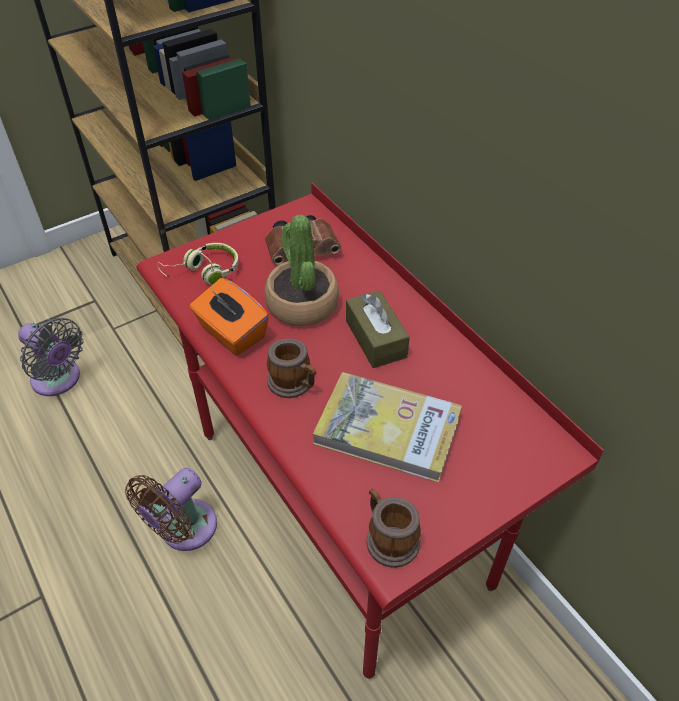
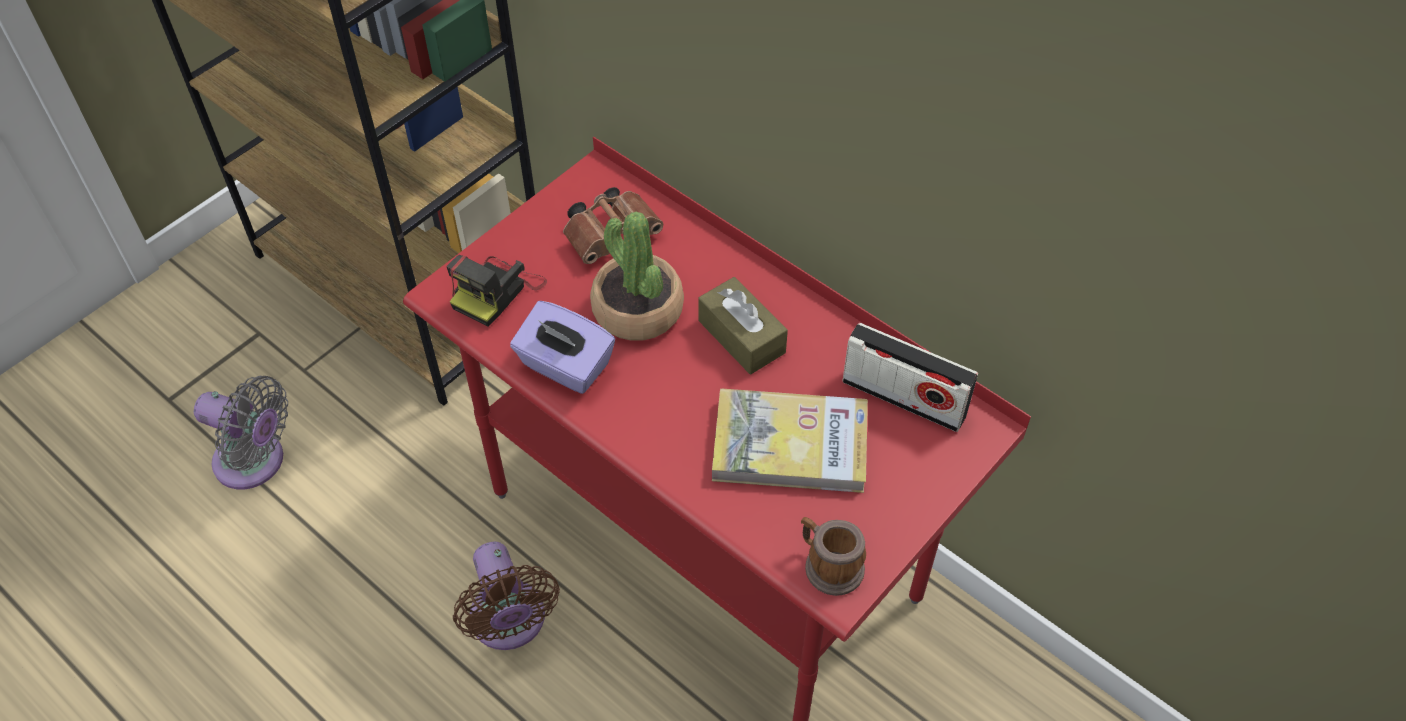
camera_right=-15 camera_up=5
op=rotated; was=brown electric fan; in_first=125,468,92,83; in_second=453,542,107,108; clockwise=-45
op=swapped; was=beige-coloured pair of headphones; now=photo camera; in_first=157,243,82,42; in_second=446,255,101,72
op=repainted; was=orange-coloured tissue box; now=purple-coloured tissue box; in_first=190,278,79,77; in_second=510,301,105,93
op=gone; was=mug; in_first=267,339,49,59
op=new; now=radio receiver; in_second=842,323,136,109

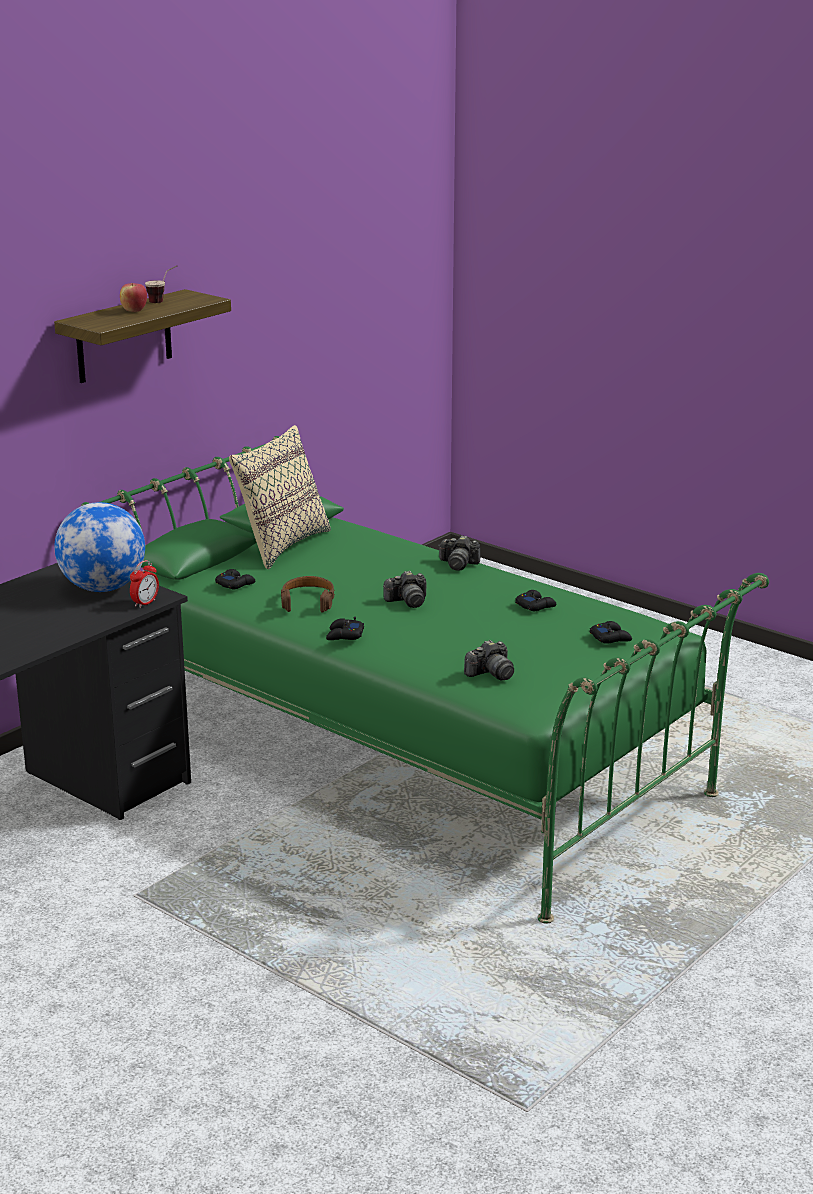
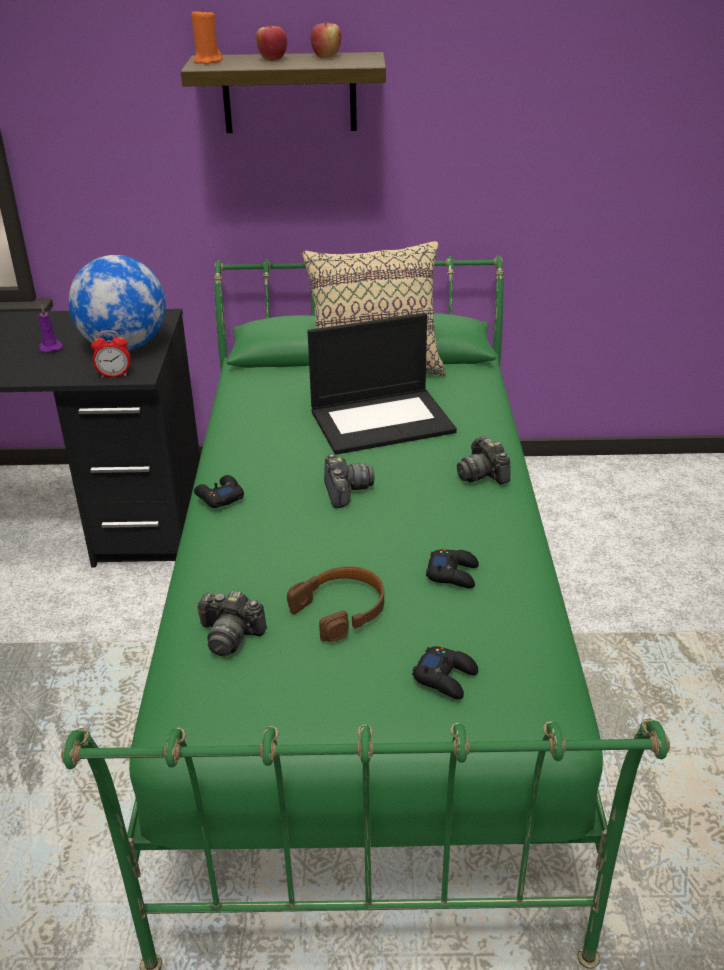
camera_right=50 camera_up=10
op=swapped; was=cup; now=apple fruit; in_first=145,265,32,38; in_second=311,22,30,36
op=gone; was=black-coloured joypad; in_first=215,569,40,20
op=shifted; was=brown pair of headphones; in_first=281,576,53,37; in_second=287,566,97,76
op=rotated; was=photo camera; in_first=383,571,44,37; in_second=324,454,50,54; clockwise=-135
op=new; now=purple-coloured wax candle; in_second=39,306,24,47
op=new; now=orange-coloured wax candle; in_second=191,8,31,56
op=new; now=portable computer; in_second=307,313,150,142

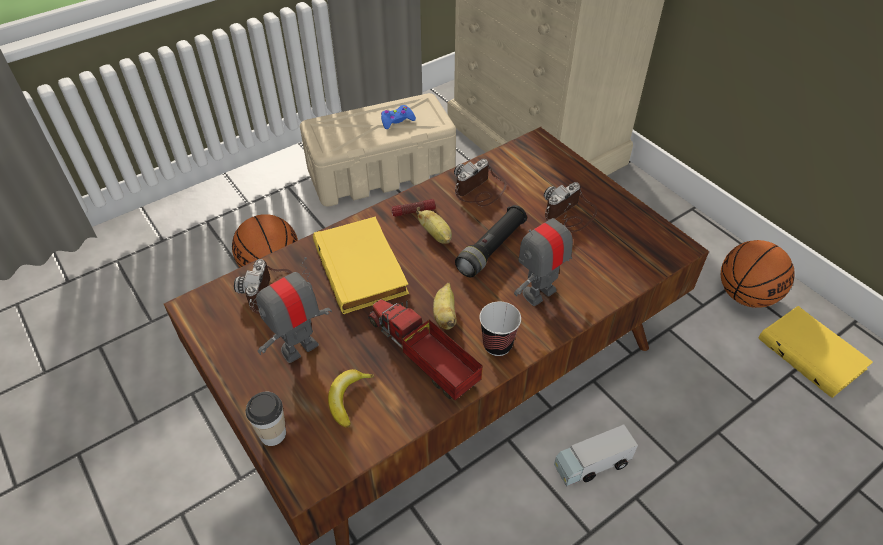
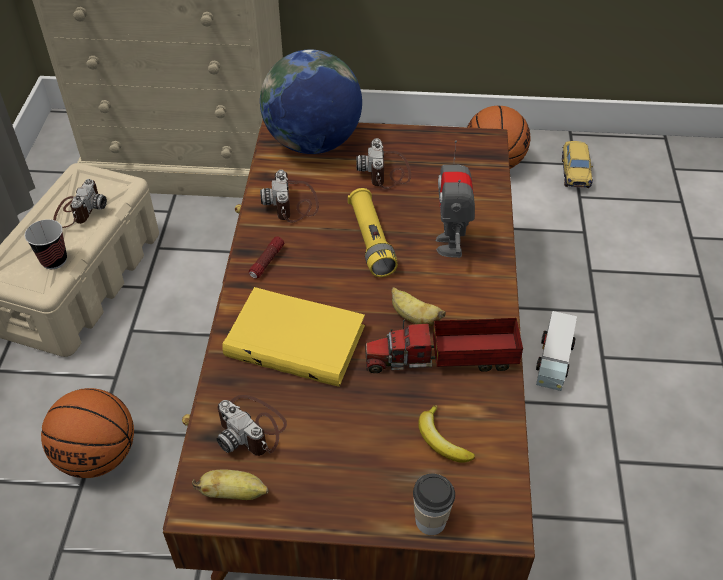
camera_right=-50 camera_up=0
op=gone; was=model robot; in_first=252,257,80,106
op=swapped; was=bluish joypad; now=photo camera; in_first=381,105,35,24; in_second=53,179,54,49
op=shifted; was=whole banana; in_first=416,207,36,37; in_second=192,470,77,30
op=repainted; was=black-coloured torch; now=yellow-coloured torch; in_first=455,205,72,72; in_second=348,188,50,89
op=shifted; was=cup; in_first=479,301,42,55; in_second=25,219,42,50
op=swapped; was=yellow-coloured bound book; now=miniature car; in_first=758,306,115,92; in_second=562,141,31,47
op=new; now=world globe; in_second=260,49,102,105

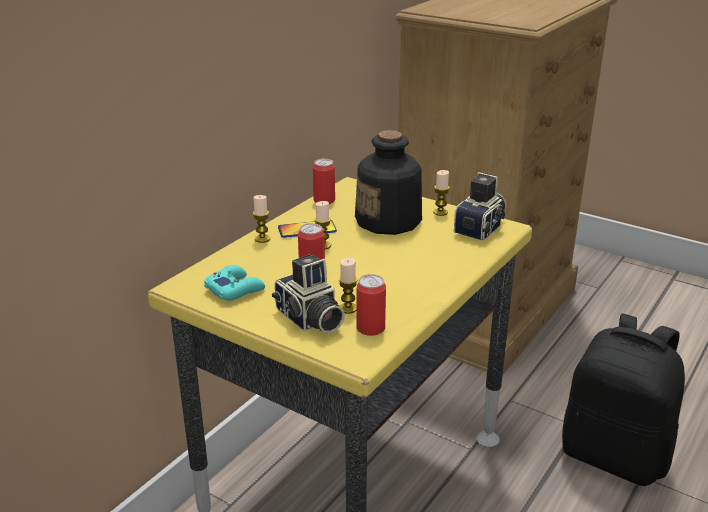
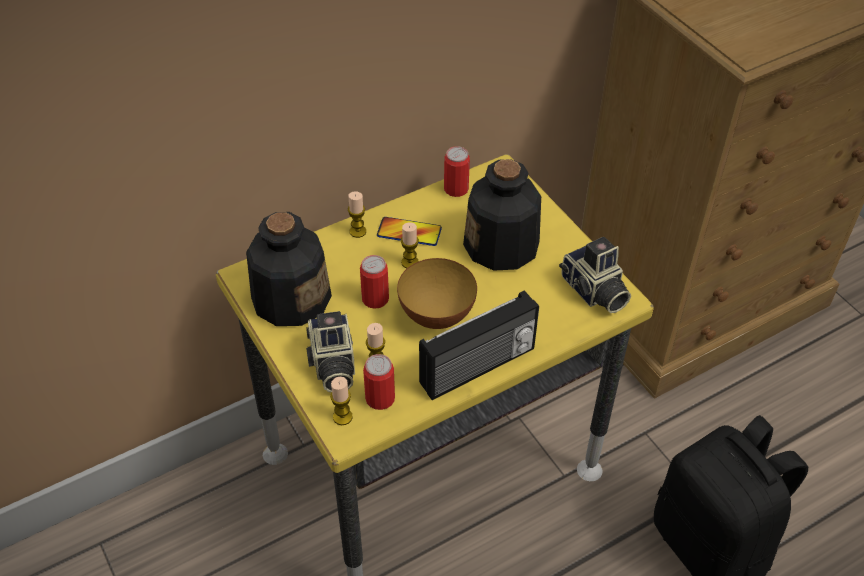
camera_right=25 camera_up=20
op=swapped; was=turquoise joypad; now=drink bottle; in_first=204,265,61,36; in_second=246,212,86,114
op=shifted; was=wax candle; in_first=433,170,17,46; in_second=330,377,23,48
op=rotated; was=photo camera; in_first=454,172,52,68; in_second=559,237,72,76; clockwise=90
op=new; now=deep dish; in_second=397,258,80,71
op=new; now=radio receiver; in_second=419,290,120,110

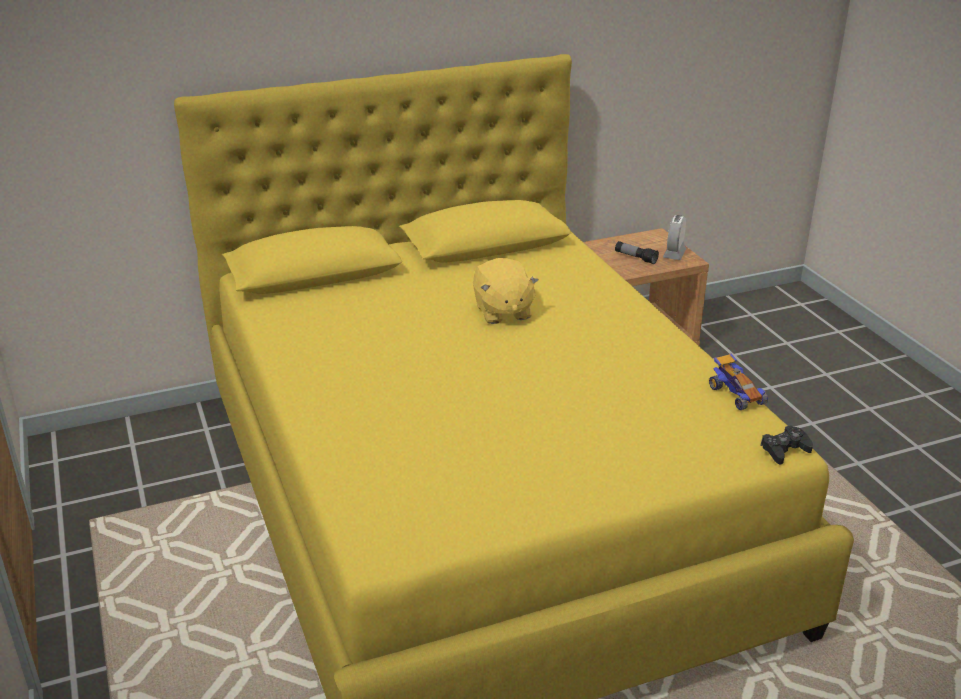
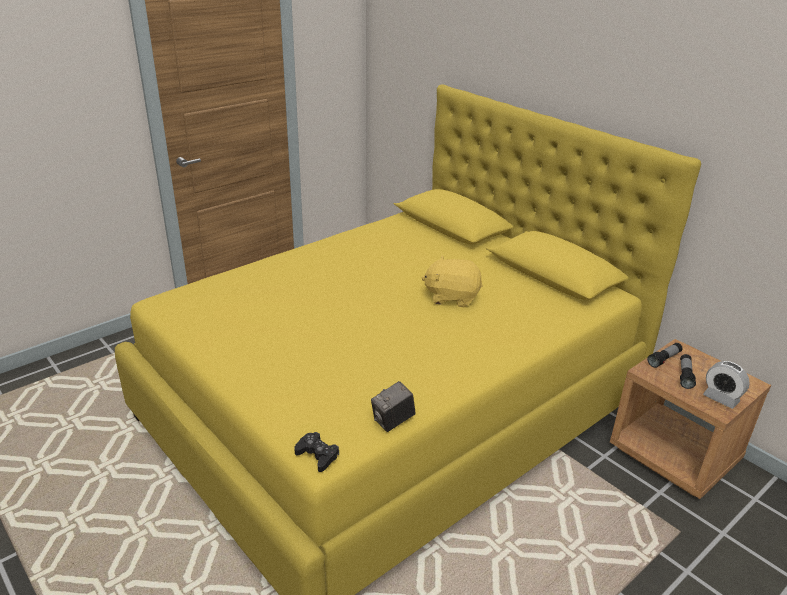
camera_right=70 camera_up=0
op=rotated; was=yellow-coloured soft toy; in_first=473,258,66,66; in_second=422,256,61,51; clockwise=45
op=rotated; was=alarm clock; in_first=663,215,23,45; in_second=703,361,47,48; clockwise=-135
op=swapped; was=miniature car; now=photo camera; in_first=709,354,59,56; in_second=371,381,45,51
op=new; now=torch; in_second=647,343,36,25

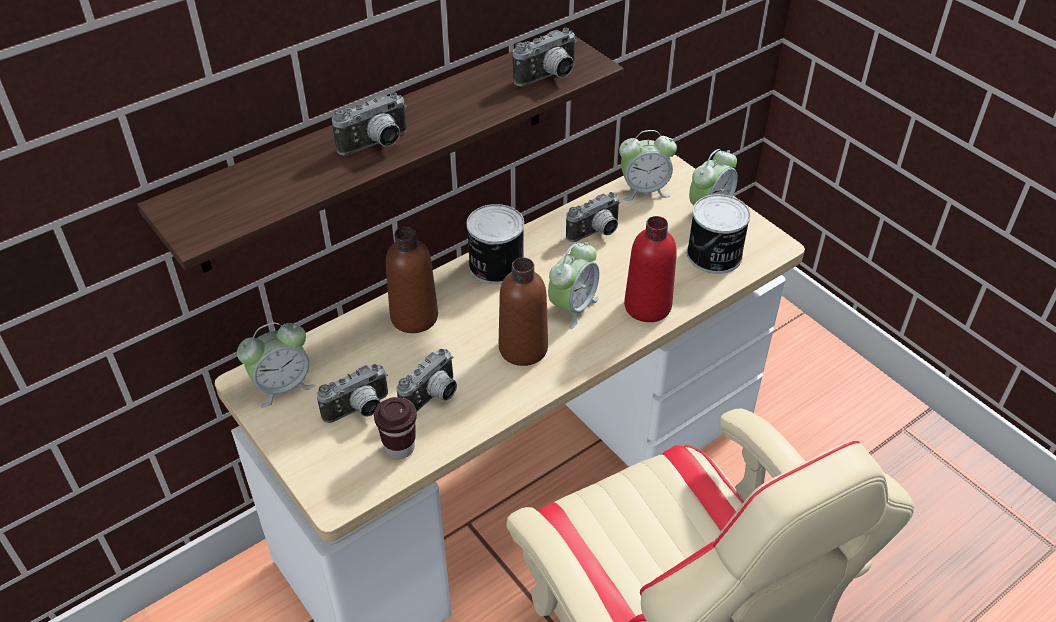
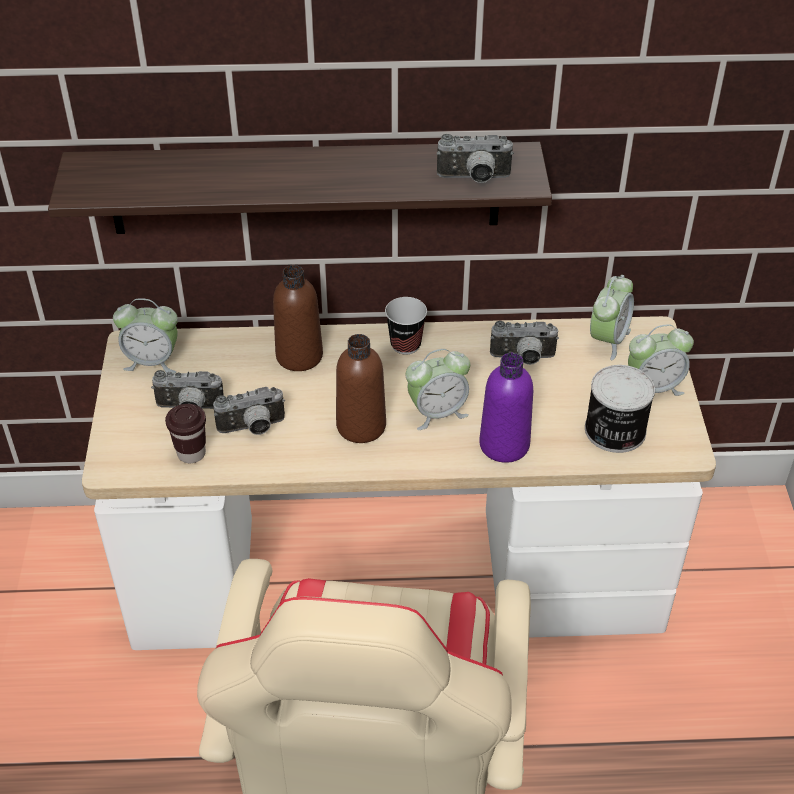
camera_right=35 camera_up=0
op=gone; was=photo camera; in_first=332,92,75,63
op=swapped; was=can; now=cup; in_first=466,204,58,81; in_second=385,297,42,57
op=rotated; was=alarm clock; in_first=619,130,58,71; in_second=590,275,44,85; clockwise=-90
op=repainted; was=reddish drink bottle; now=purple-coloured drink bottle; in_first=624,216,53,106; in_second=479,353,54,110

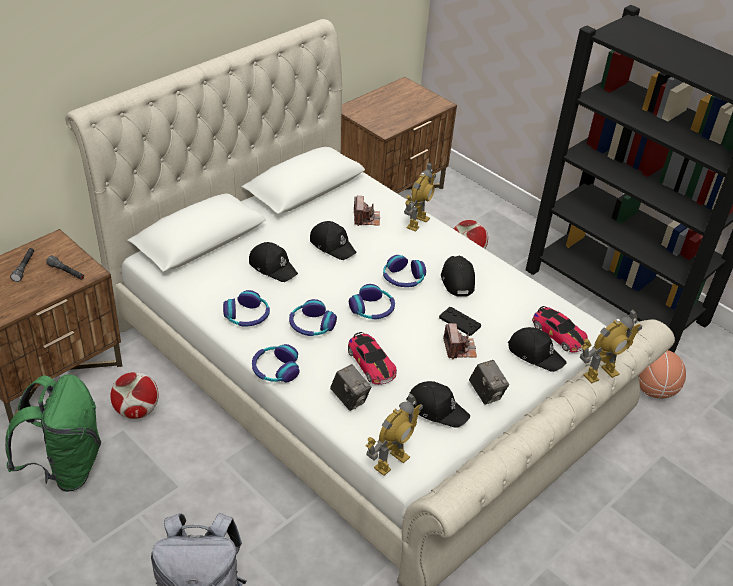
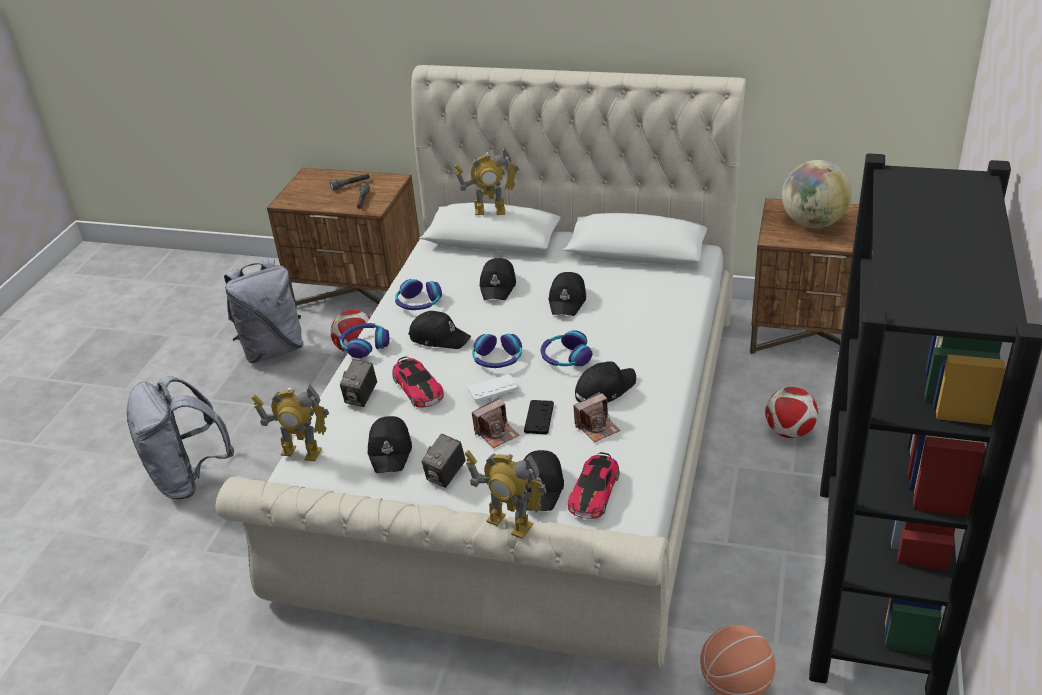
camera_right=65 camera_up=-5
op=repainted; was=greenish rucksack; now=grey rucksack; in_first=5,374,96,118; in_second=224,259,80,104
op=swapped; was=pair of headphones; now=black-coloured baseball cap; in_first=289,299,48,37; in_second=408,311,63,38
op=rotated; was=miniature car; in_first=348,332,49,53; in_second=392,357,52,51; clockwise=-60
op=shifted; was=photo camera; in_first=354,196,26,30; in_second=573,392,47,50
op=shifted; was=model robot; in_first=404,162,32,70; in_second=454,147,65,68
op=new; now=white joypad; in_second=468,375,50,27
op=new; now=world globe; in_second=782,160,70,68

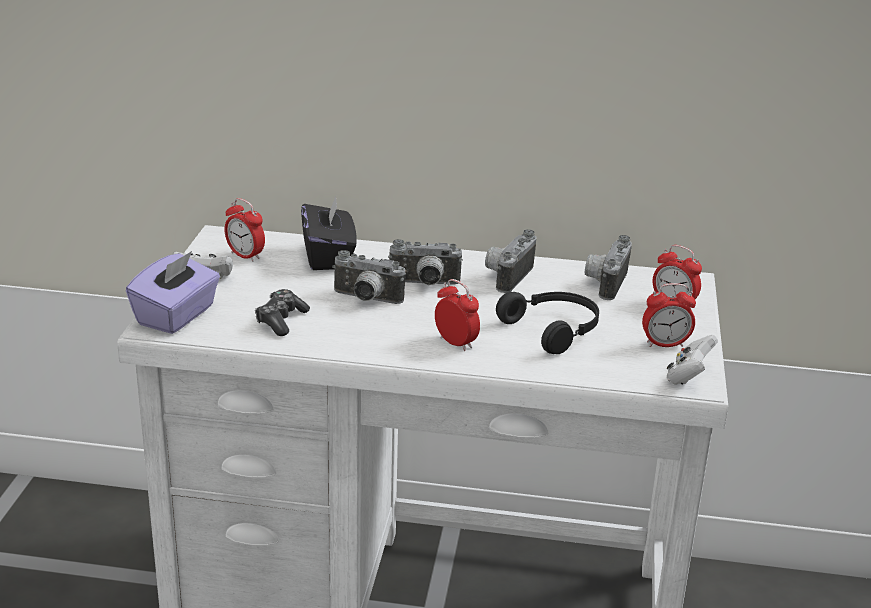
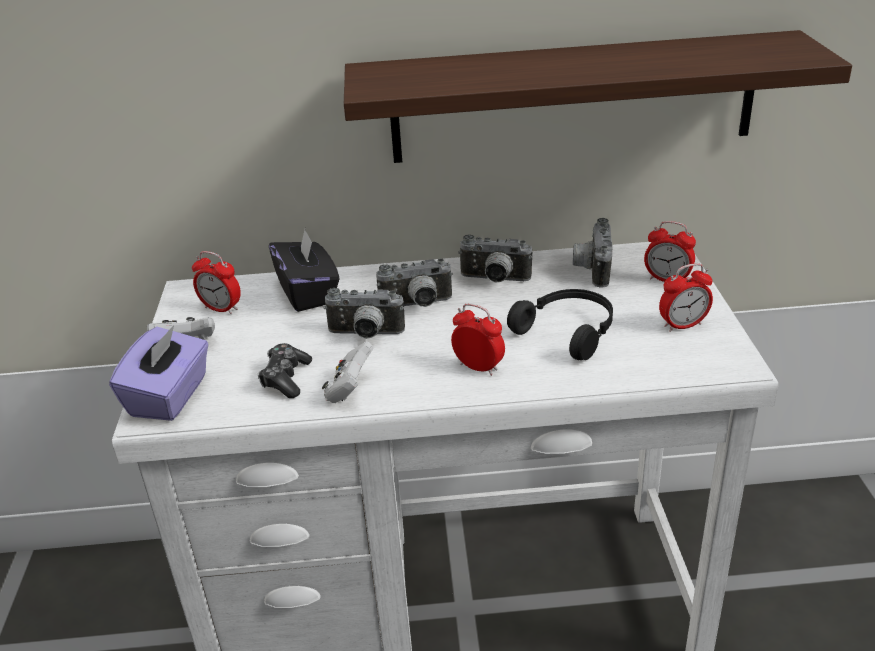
camera_right=-10 camera_up=5
op=rotated; was=photo camera; in_first=485,229,52,64; in_second=458,234,74,49; clockwise=-90
op=shifted; was=white joypad; in_first=667,335,51,50; in_second=322,342,52,61
op=new; now=bracket shelf; in_second=344,30,508,133

